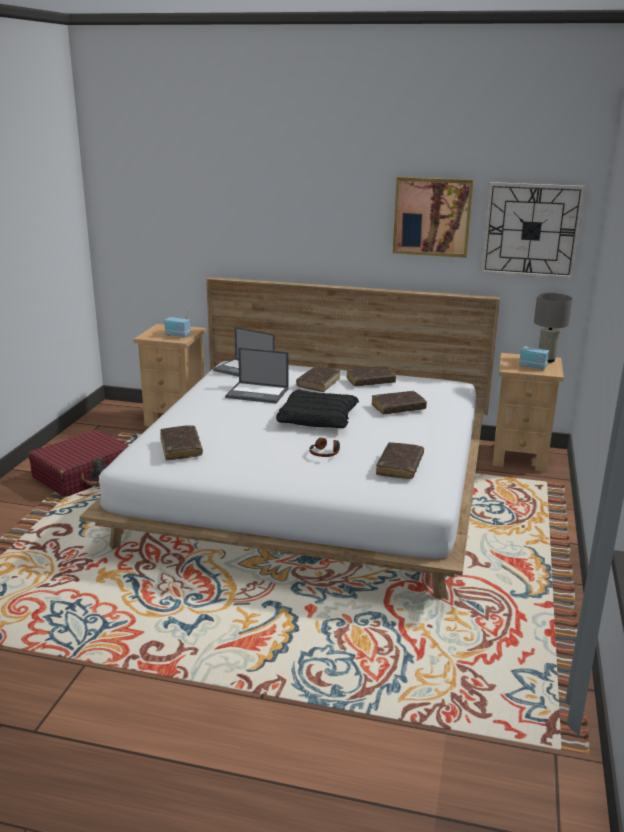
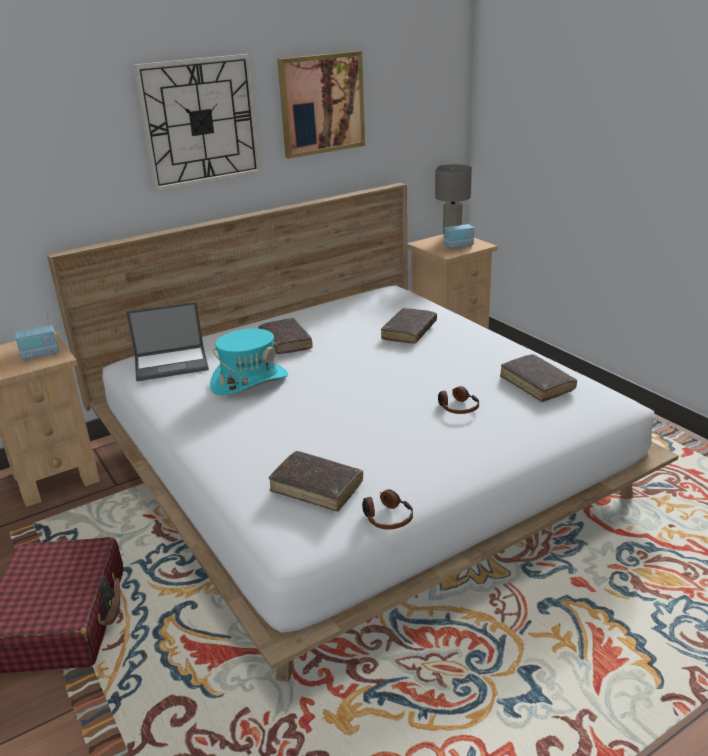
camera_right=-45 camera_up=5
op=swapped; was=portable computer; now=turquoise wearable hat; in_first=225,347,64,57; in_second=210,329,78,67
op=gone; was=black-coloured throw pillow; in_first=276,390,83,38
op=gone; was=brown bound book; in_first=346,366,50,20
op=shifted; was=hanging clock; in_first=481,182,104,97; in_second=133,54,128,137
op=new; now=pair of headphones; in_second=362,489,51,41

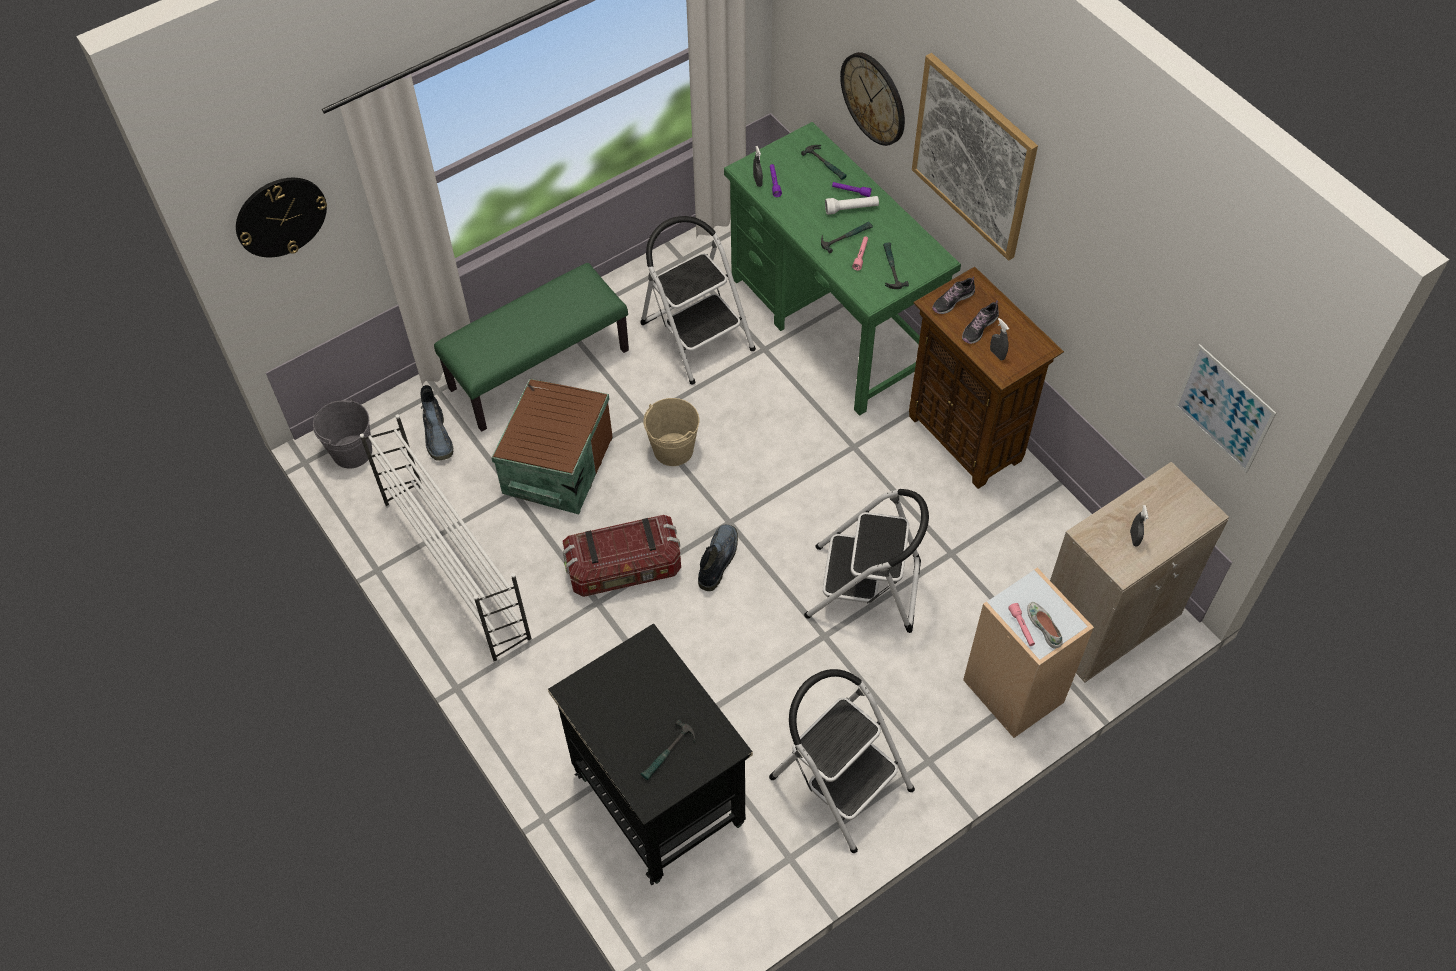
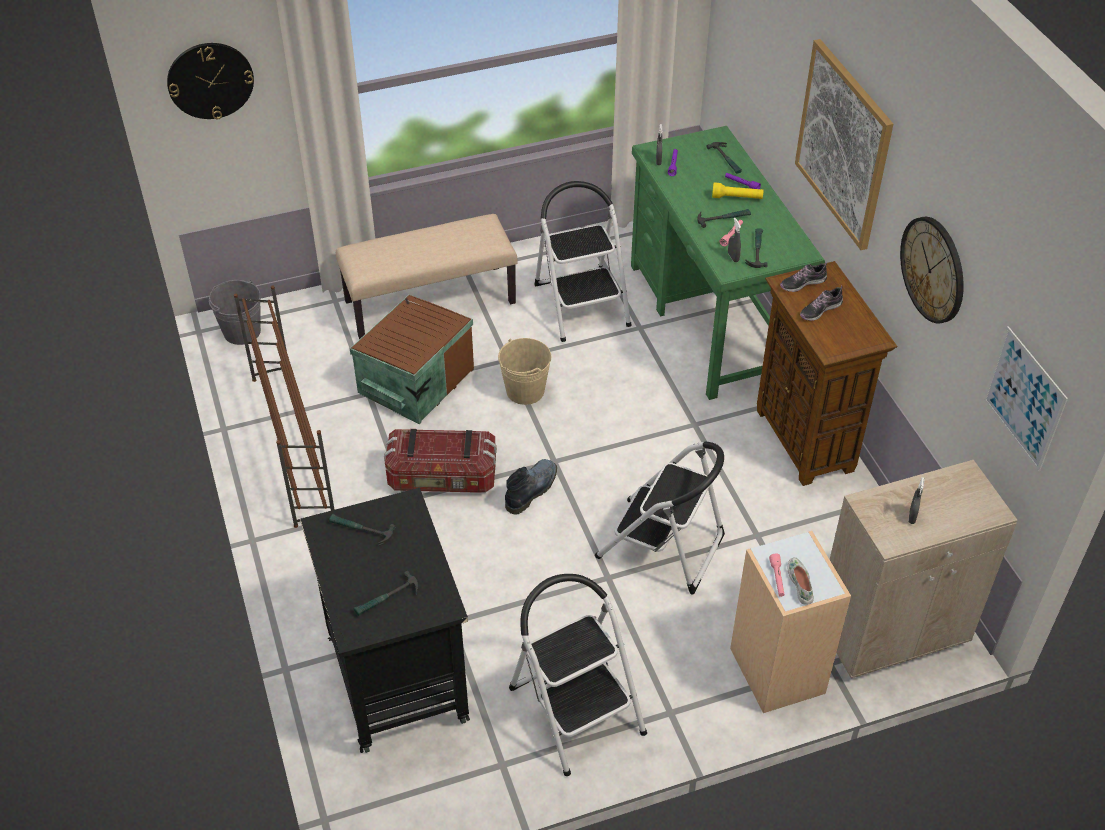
camera_right=15 camera_up=-10
op=repainted; was=white shoe stand; now=brown shoe stand; in_first=360,414,172,249; in_second=234,285,101,243
op=gone; was=boot; in_first=420,385,33,76
op=repainted; was=greenish indoor bench; now=beige-coloured indoor bench; in_first=434,263,195,169; in_second=336,214,181,126
op=repainted; was=white torch; now=yellow-coloured torch; in_first=825,196,54,19; in_second=712,182,52,17
op=shifted; was=hanging clock; in_first=840,52,65,94; in_second=900,217,64,107
op=shifted; was=grey sprayer; in_first=990,318,19,42; in_second=728,218,13,44
op=new; now=tool hammer; in_second=329,514,67,32

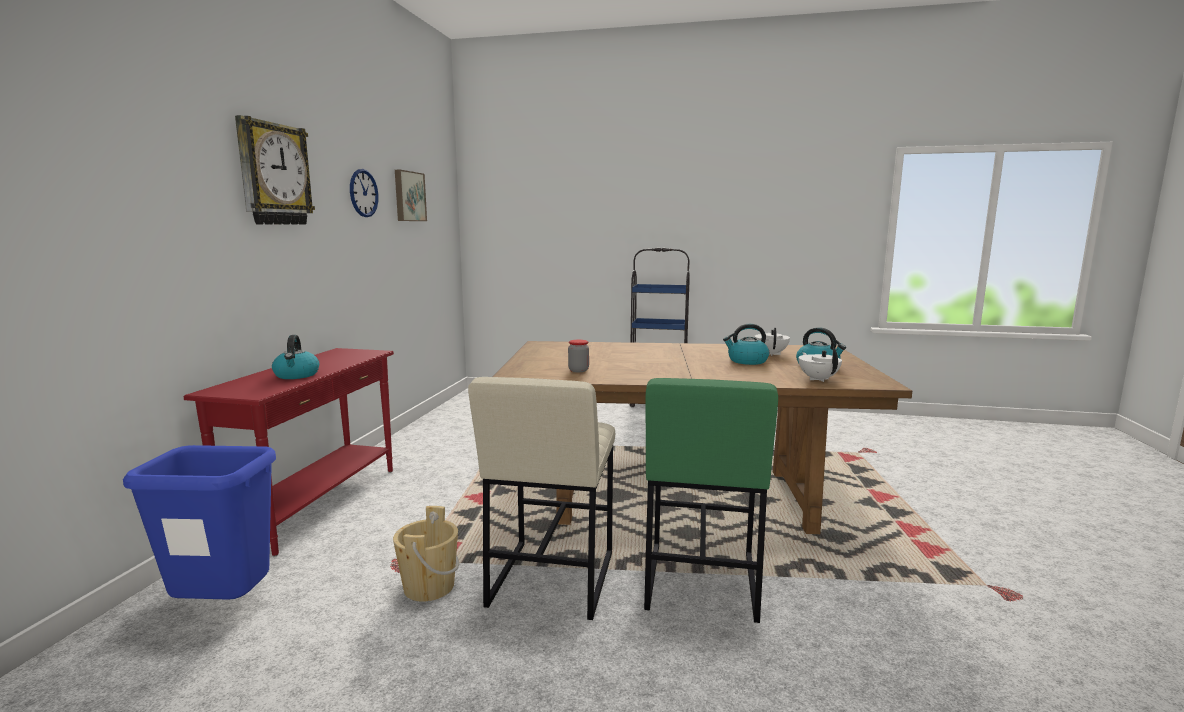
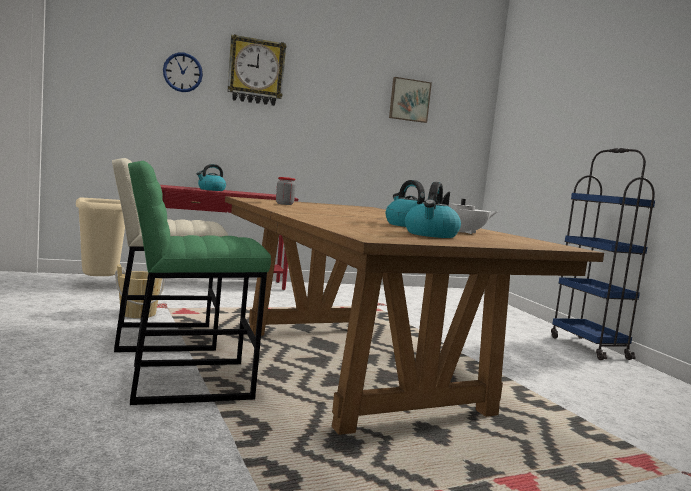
camera_right=60 camera_up=-5
op=repainted; was=bluish waste bin; now=beige-coloured waste bin; in_first=123,445,153,155; in_second=76,198,49,78
op=shifted; was=hanging clock; in_first=350,169,28,48; in_second=163,53,40,39
op=gone; was=white tea pot; in_first=799,349,43,33

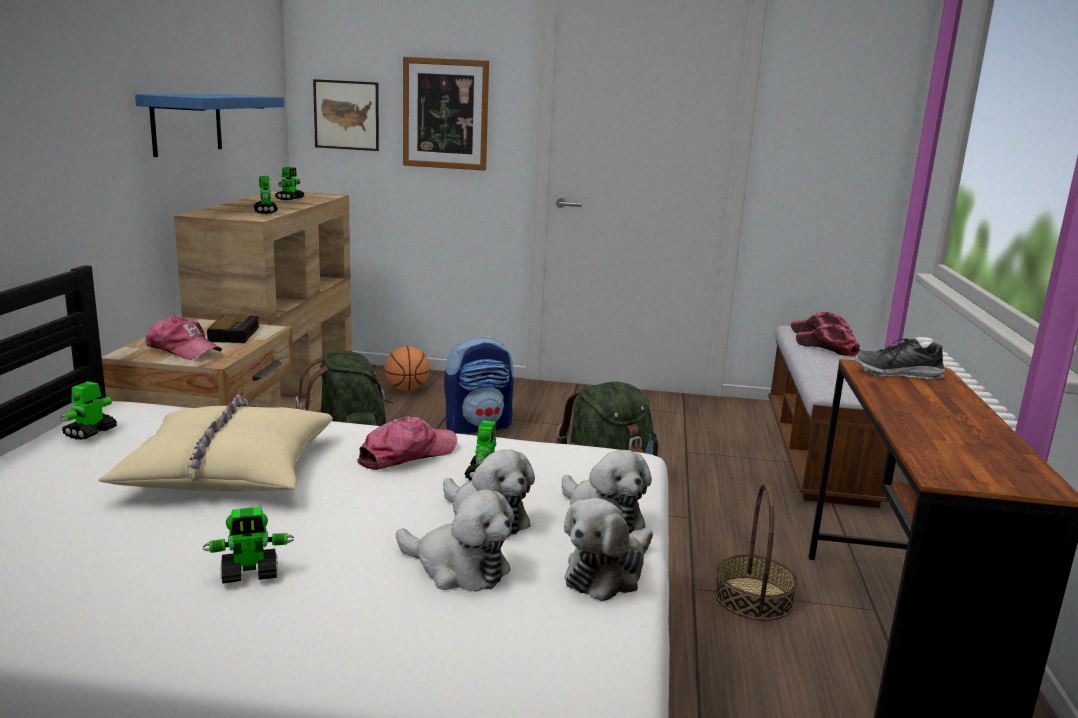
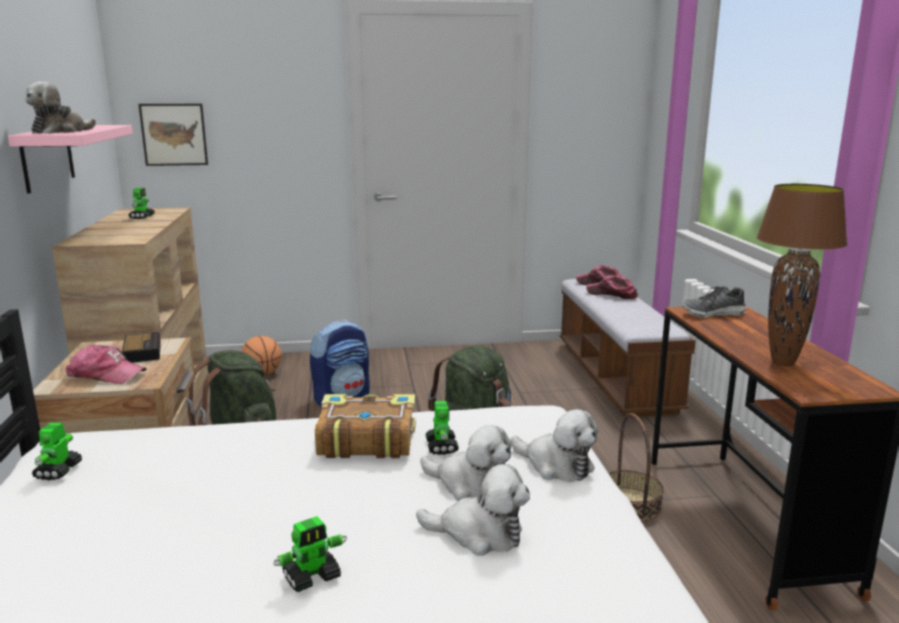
camera_right=-15 camera_up=0
op=gone; was=beige-coloured throw pillow; in_first=98,394,235,97
op=repainted; was=bluish bracket shelf; now=pink-coloured bracket shelf; in_first=135,94,149,63; in_second=8,125,125,68
op=gone; was=model robot; in_first=254,176,24,38
op=swapped; was=baseball cap; now=bound book; in_first=357,416,100,54; in_second=315,394,101,64
op=gone; was=picture; in_first=403,57,86,114
op=shifted; was=soft toy; in_first=564,498,89,104; in_second=25,82,71,52
op=new; now=brown table lamp; in_second=757,184,91,182

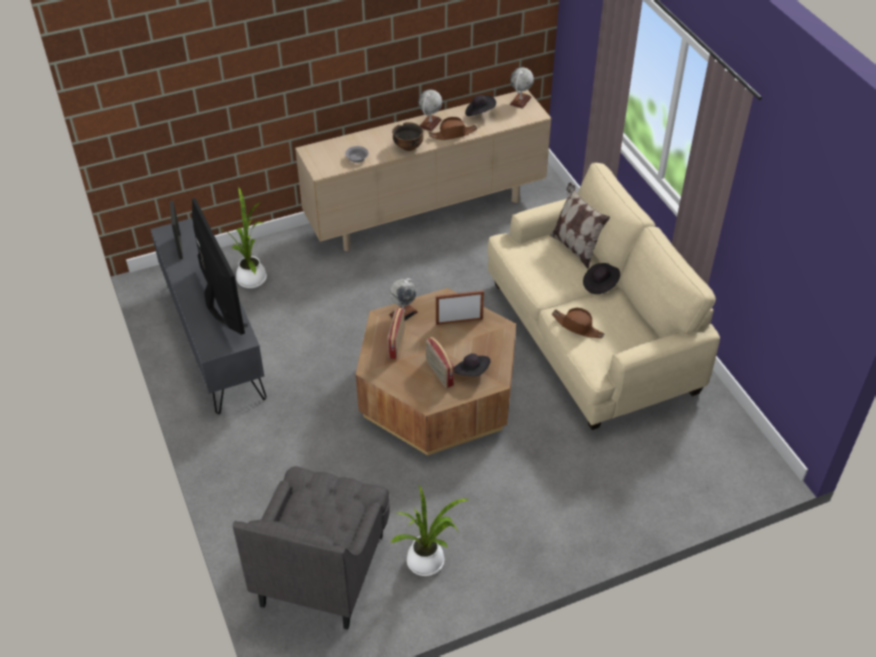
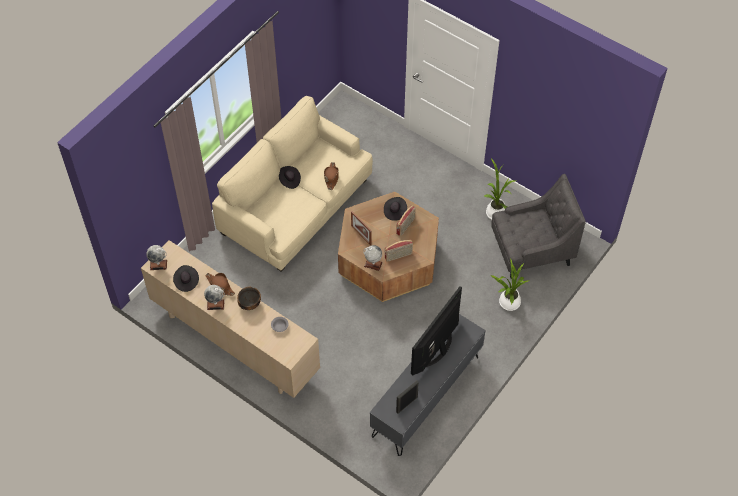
camera_right=-120 camera_up=10
op=shifted; was=houseplant; in_first=224,187,43,101; in_second=490,258,39,53
op=gone; was=throw pillow; in_first=550,183,60,86

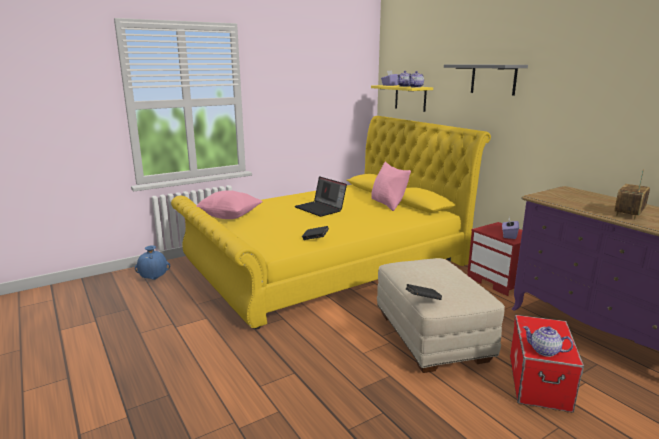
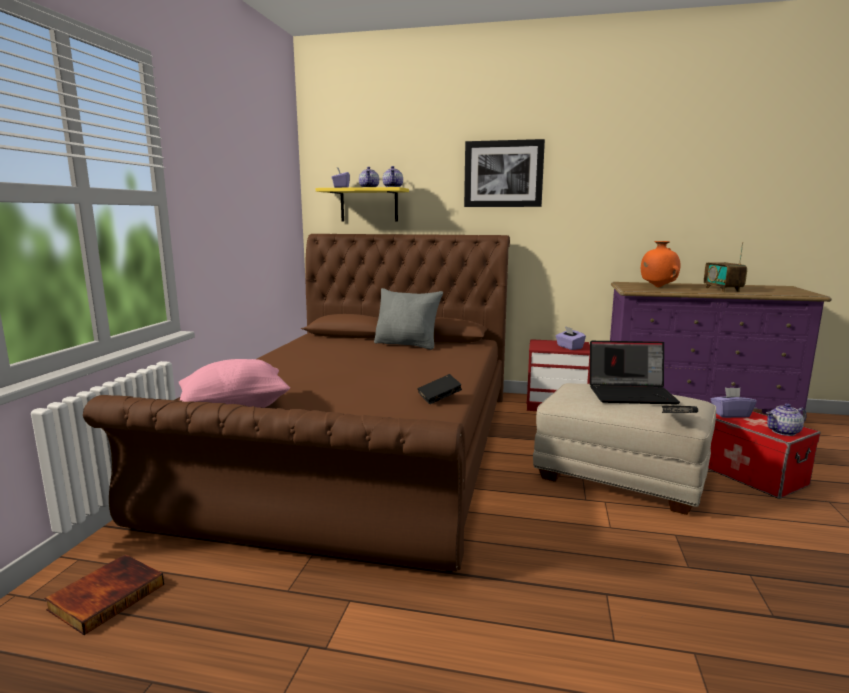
camera_right=-45 camera_up=-5
op=swapped; was=bluish vase; now=bound book; in_first=135,245,35,35; in_second=44,554,120,81
op=repainted; was=yellow-coloured sleeping bed; now=brown sleeping bed; in_first=171,116,320,213; in_second=83,234,427,338
op=shifted; was=portable computer; in_first=295,176,52,41; in_second=590,341,90,63
op=repainted; was=pink-coloured throw pillow; now=grey throw pillow; in_first=371,162,40,49; in_second=374,288,69,62
op=swapped; was=grey bracket shelf; now=picture; in_first=444,64,84,32; in_second=464,139,81,68
op=new; now=orange-coloured vase; in_second=641,241,40,47
op=new; now=purple-coloured tissue box; in_second=711,388,46,30

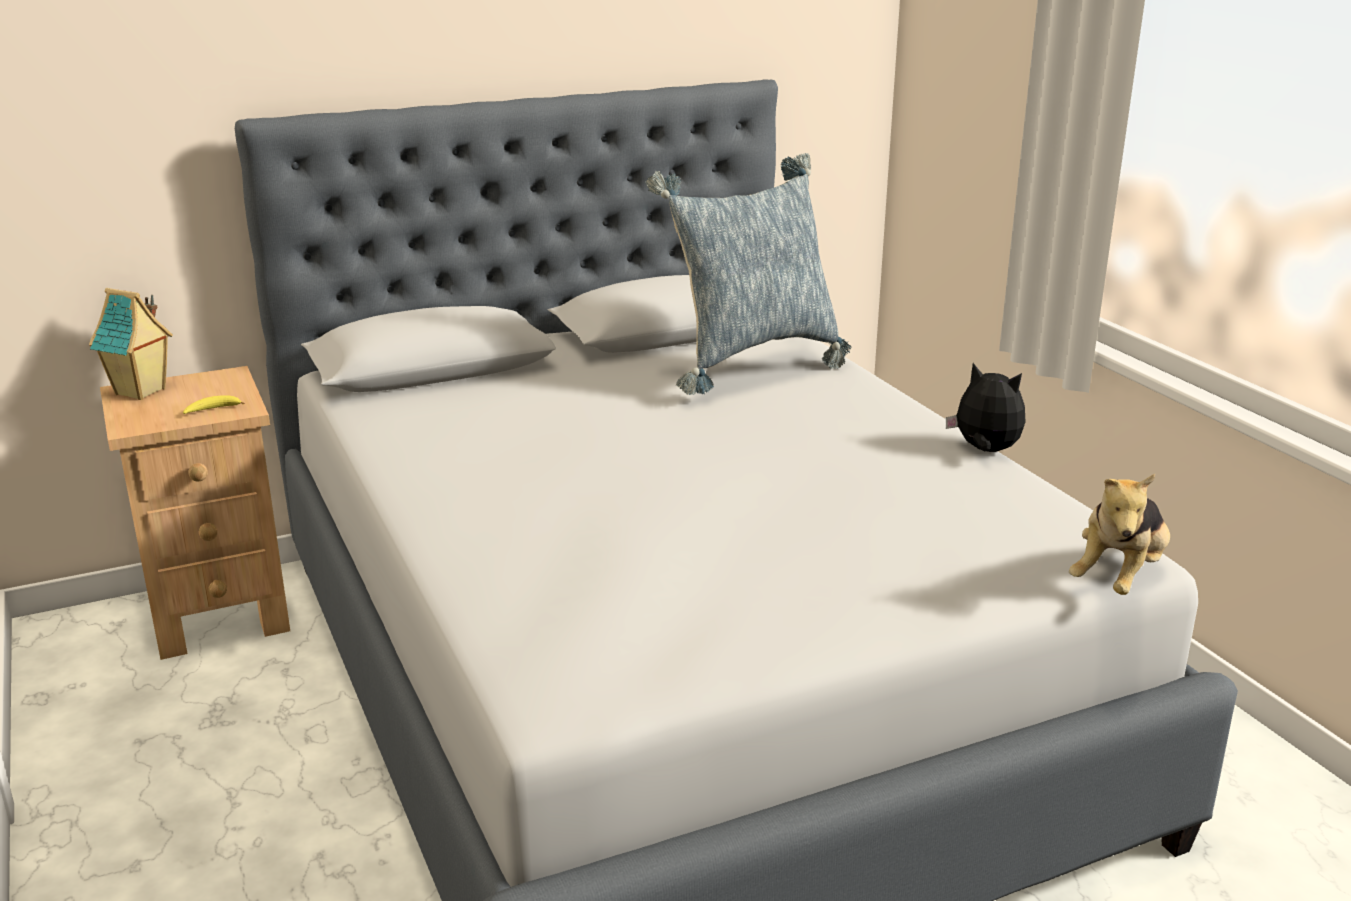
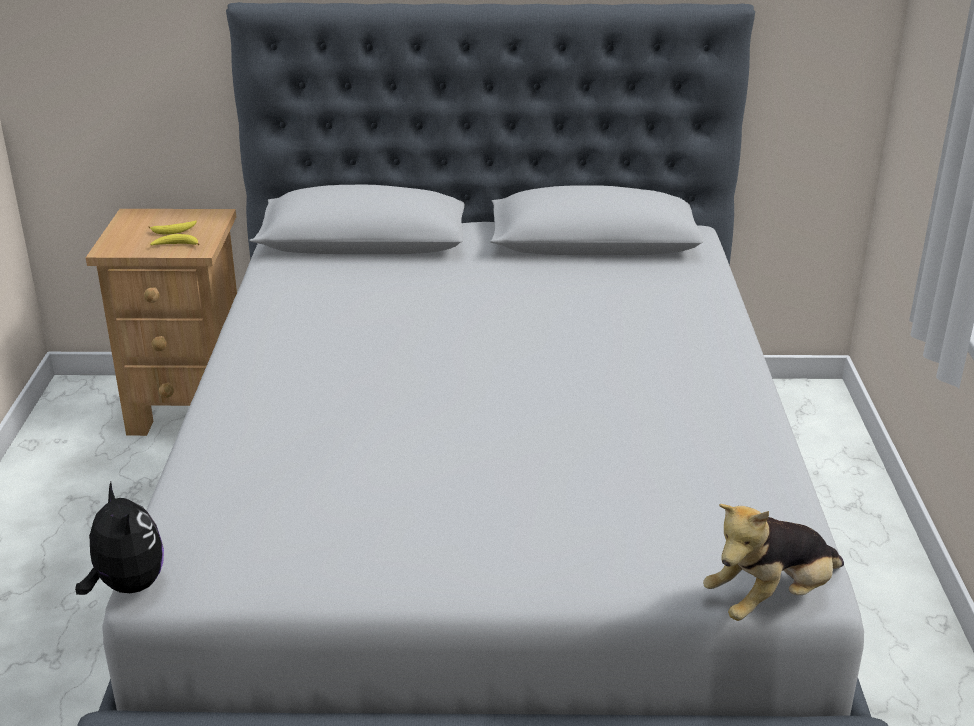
camera_right=25 camera_up=5
op=gone; was=miniature house; in_first=89,288,84,112
op=gone; was=throw pillow; in_first=645,153,207,242
op=shifted; was=soft toy; in_first=945,363,81,89; in_second=75,482,89,113
op=new; now=whole banana; in_second=148,220,49,15

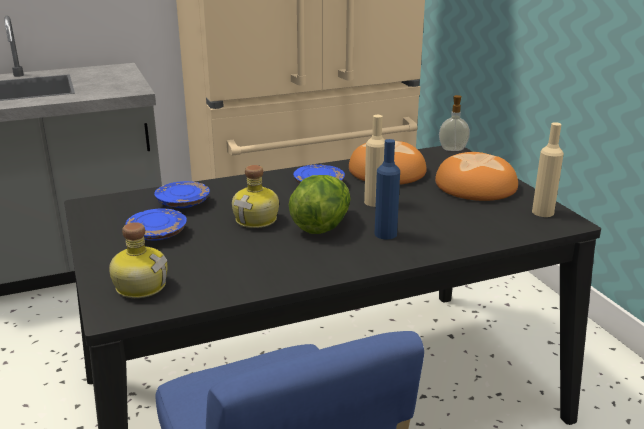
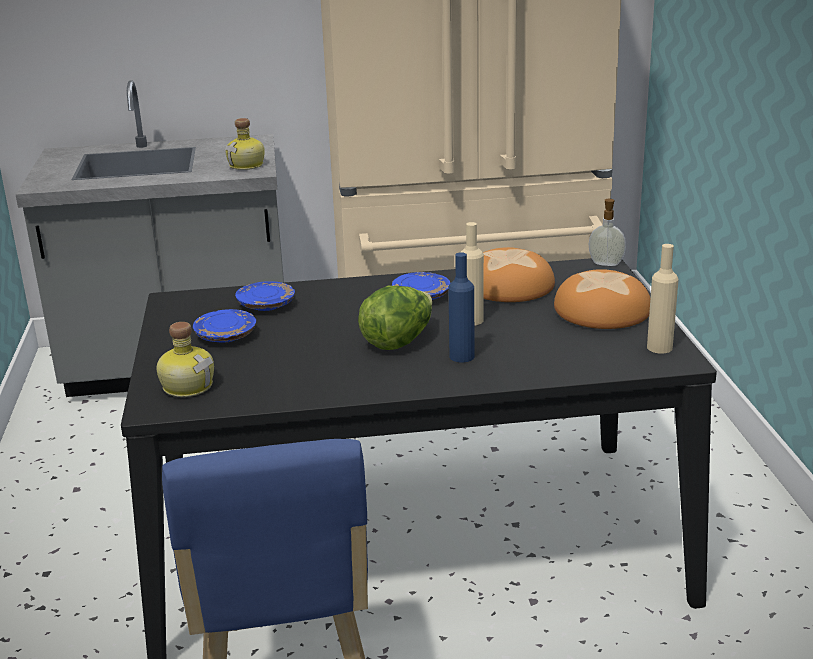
camera_right=15 camera_up=0
op=shifted; was=drink bottle; in_first=232,165,47,63; in_second=225,118,40,52

